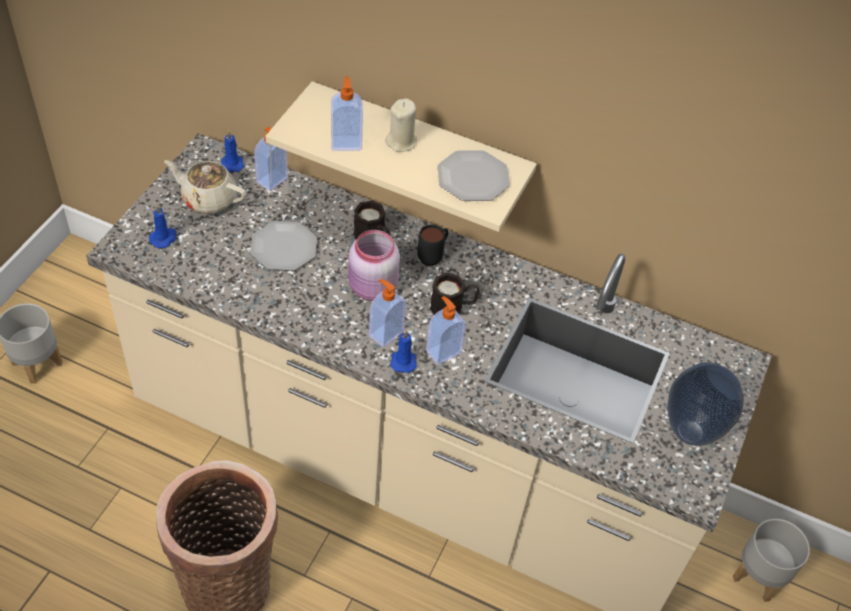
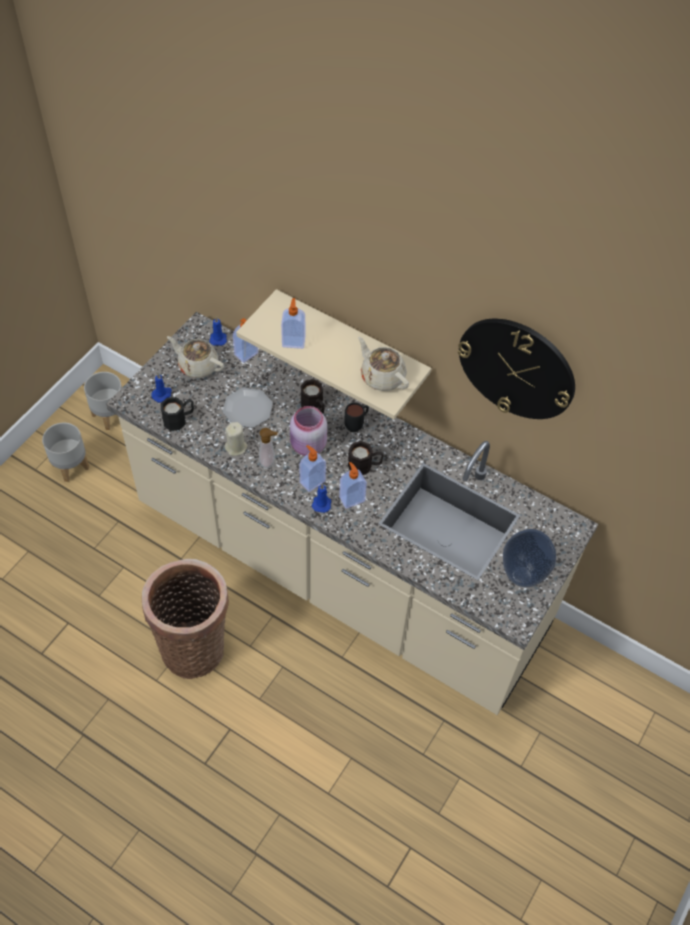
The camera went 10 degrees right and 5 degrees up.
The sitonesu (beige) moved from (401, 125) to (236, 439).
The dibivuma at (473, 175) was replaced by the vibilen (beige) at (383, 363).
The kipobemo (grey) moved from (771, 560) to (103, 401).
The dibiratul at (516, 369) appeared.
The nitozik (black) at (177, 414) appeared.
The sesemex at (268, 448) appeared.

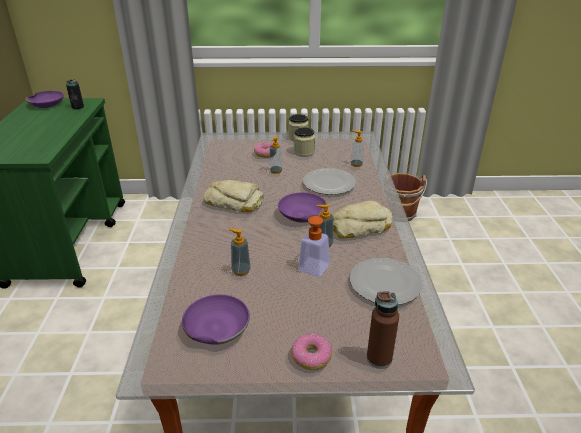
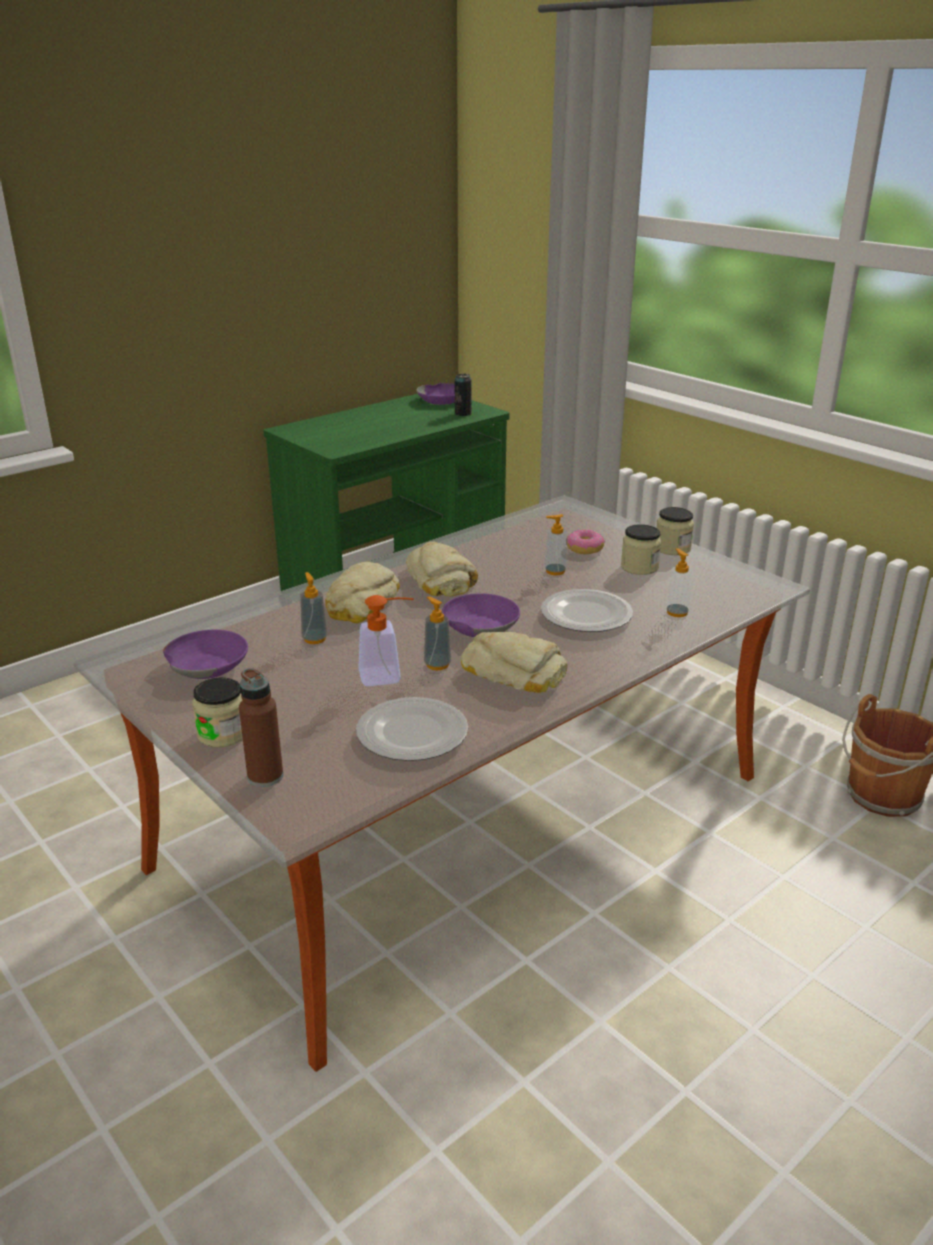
The camera went 50 degrees right and 5 degrees down.
The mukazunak at (312, 351) was replaced by the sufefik at (218, 713).
The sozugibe at (362, 593) appeared.

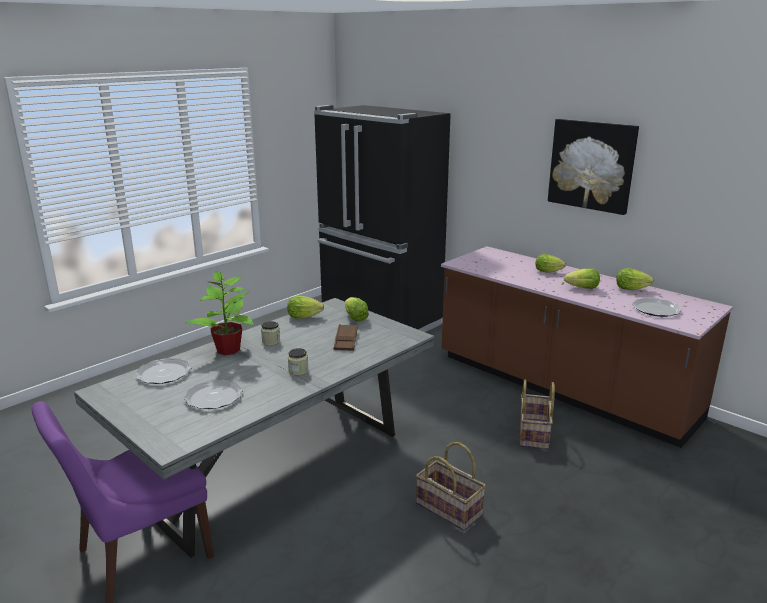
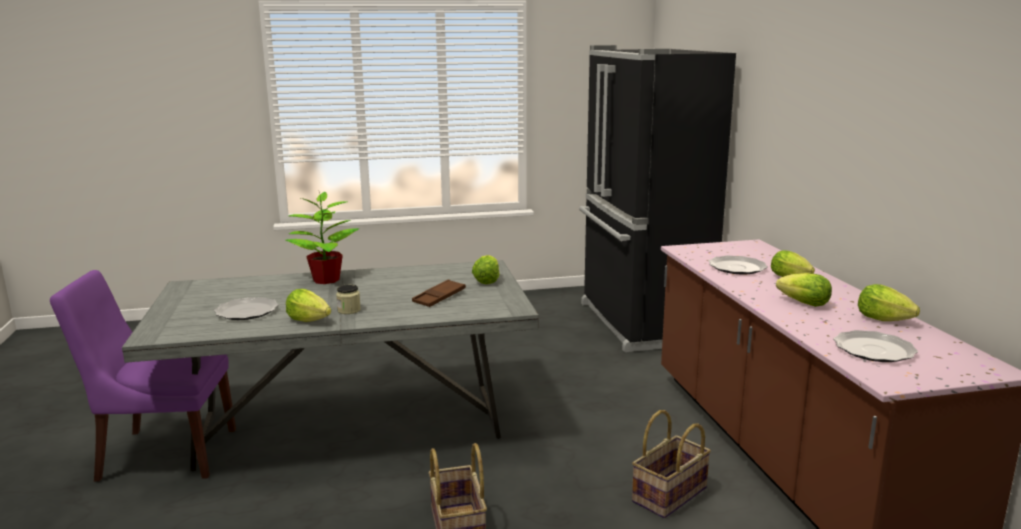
The camera went 35 degrees right and 5 degrees down.
The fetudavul at (593, 167) disappeared.
The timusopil moved from (305, 307) to (308, 305).
The sufefik at (270, 333) disappeared.
The dibivuma moved from (163, 371) to (738, 265).

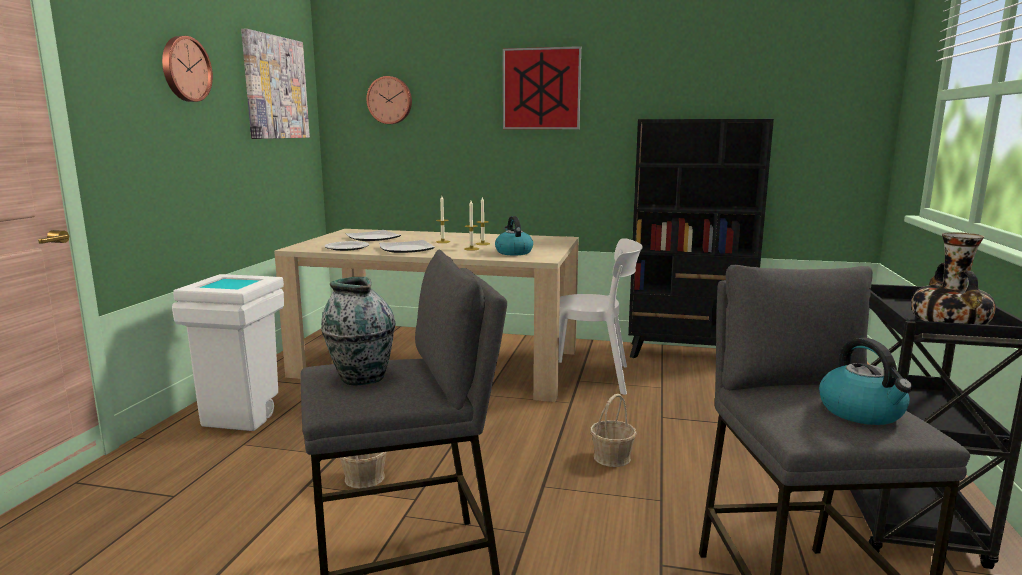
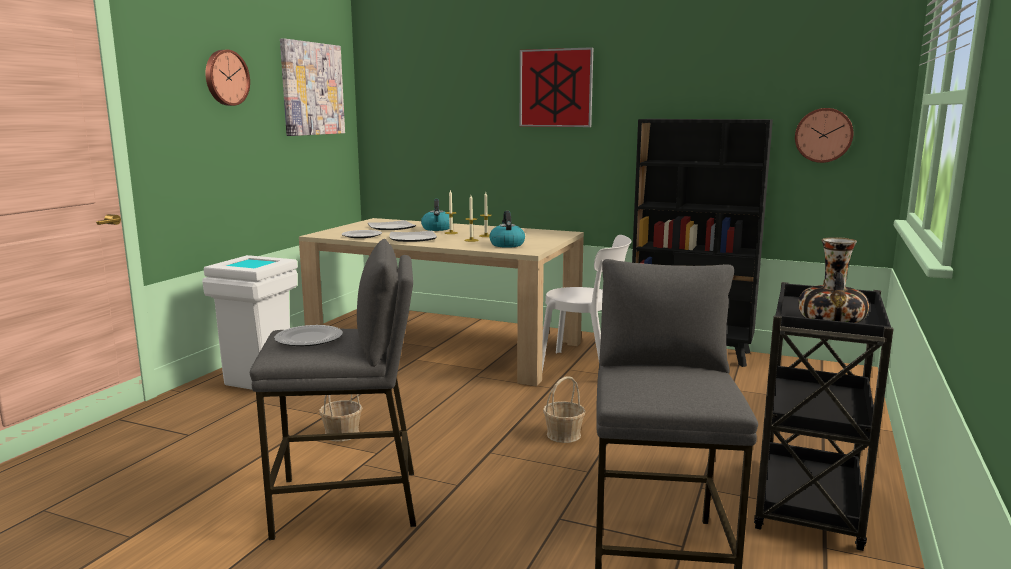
The camera went 10 degrees right and 0 degrees up.
The dibiratul moved from (389, 100) to (824, 135).
The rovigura at (358, 331) was replaced by the dibivuma at (308, 335).
The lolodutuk moved from (866, 381) to (435, 215).

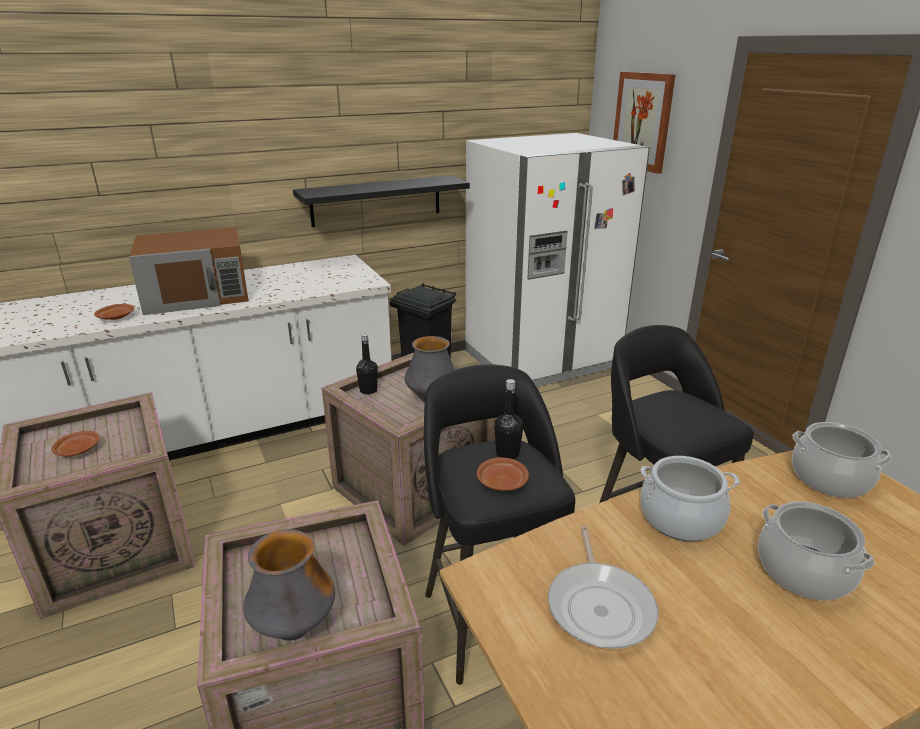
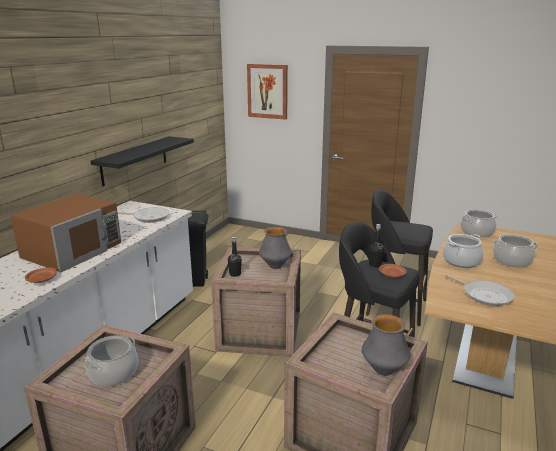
The camera went 40 degrees left and 5 degrees down.
The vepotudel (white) at (557, 260) disappeared.
The dibivuma (brown) at (76, 443) was replaced by the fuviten at (111, 361).
The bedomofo at (143, 215) appeared.

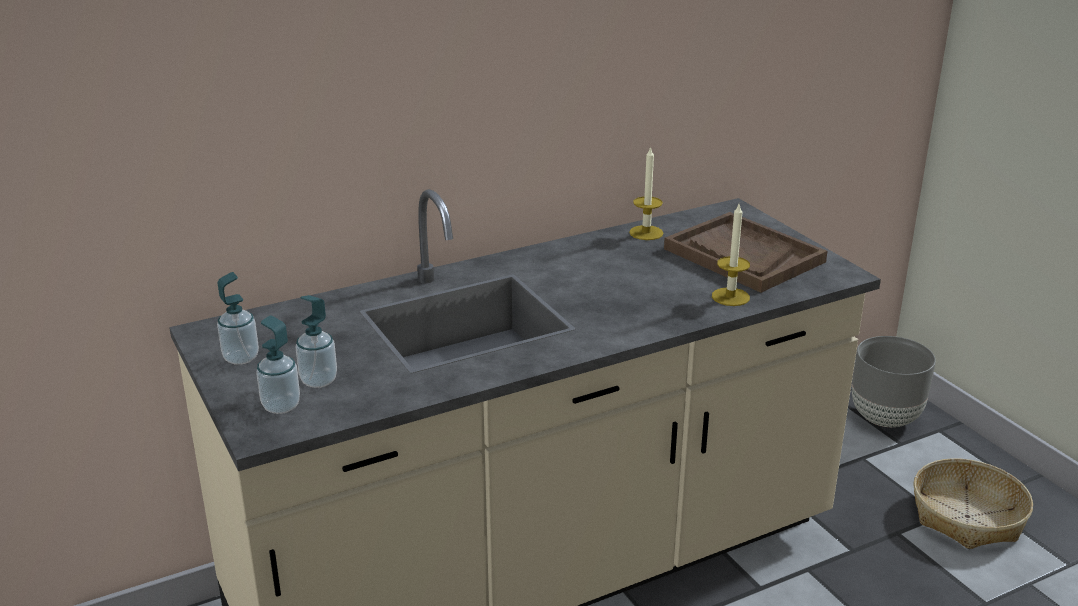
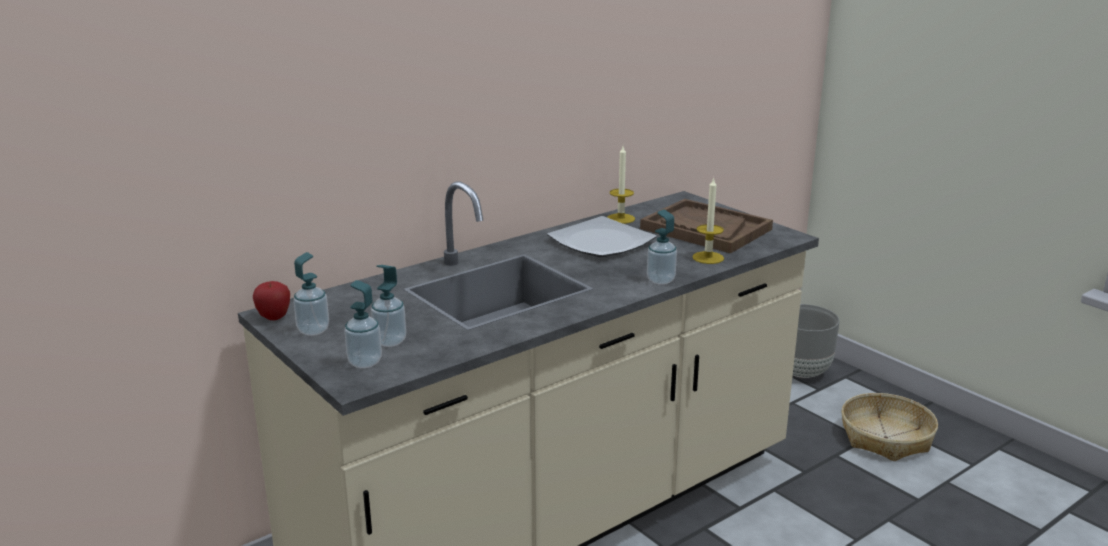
The camera went 10 degrees left and 5 degrees down.
The sesemex at (662, 247) appeared.
The dibivuma at (602, 236) appeared.
The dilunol at (271, 300) appeared.

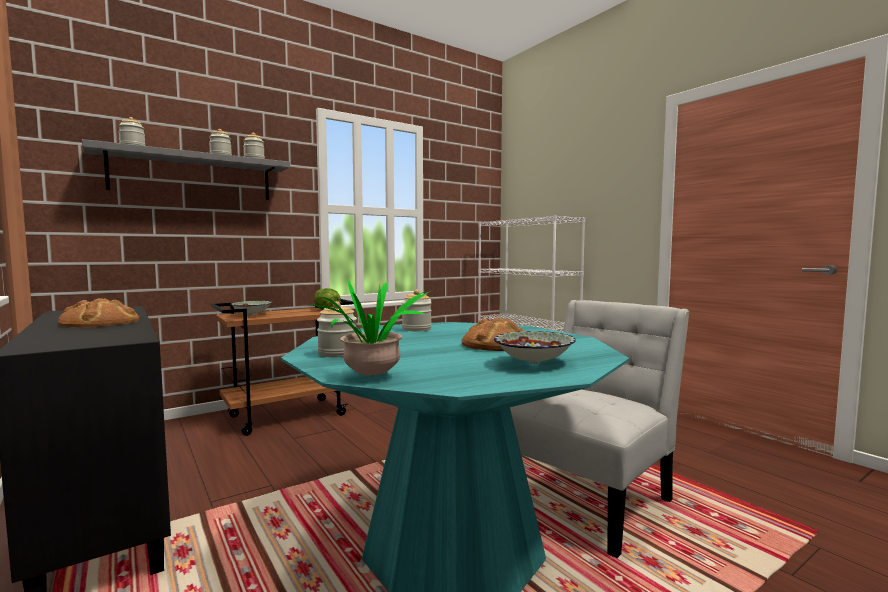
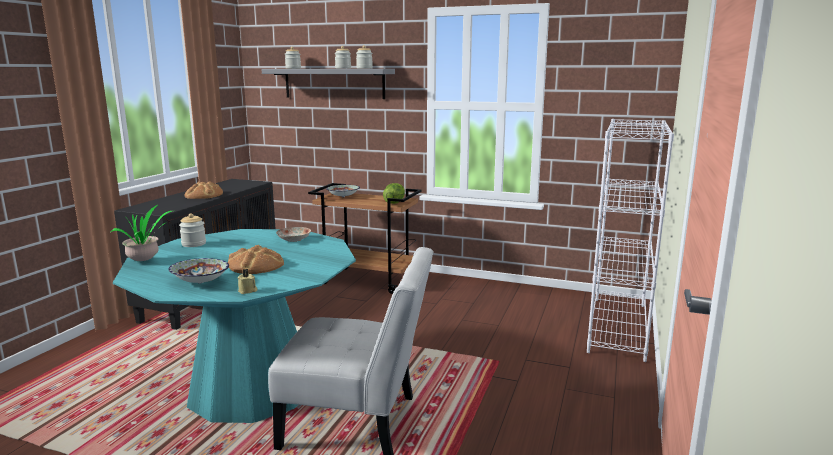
The camera went 55 degrees right and 10 degrees up.
The sufefik at (416, 310) was replaced by the dibivuma at (293, 234).
The sitonesu (beige) at (247, 281) appeared.

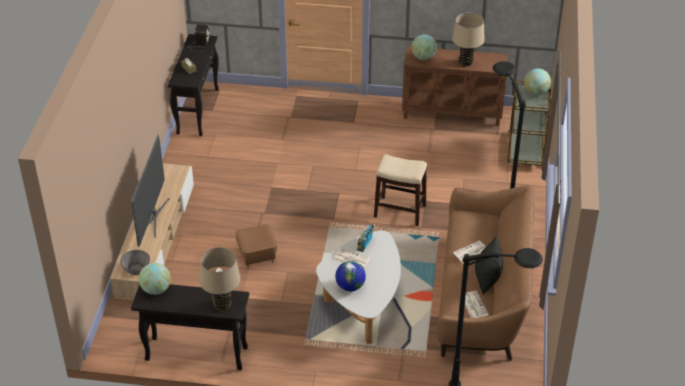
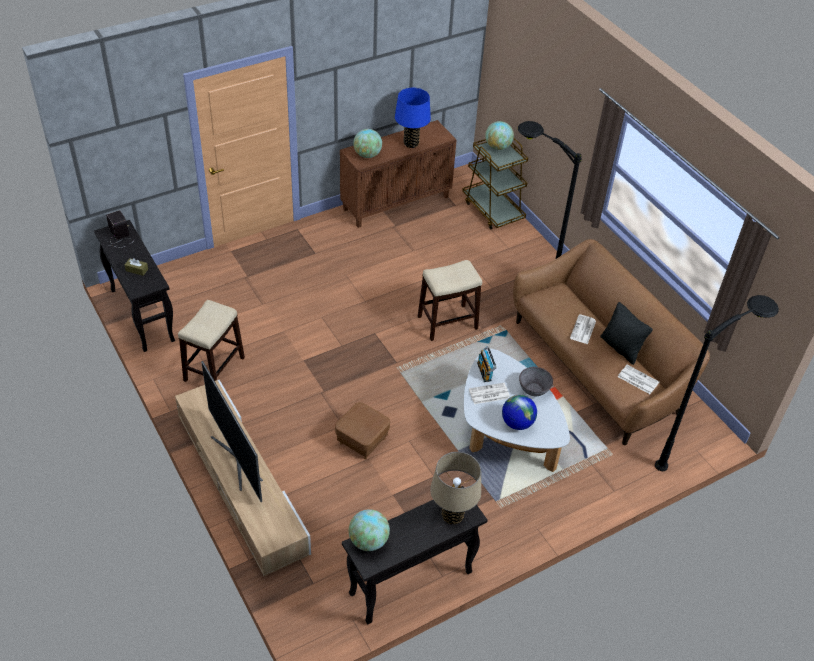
The camera went 40 degrees left and 5 degrees up.
The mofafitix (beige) at (468, 39) became the mofafitix (blue) at (413, 118).
The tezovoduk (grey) moved from (135, 262) to (536, 381).
The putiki at (211, 341) appeared.

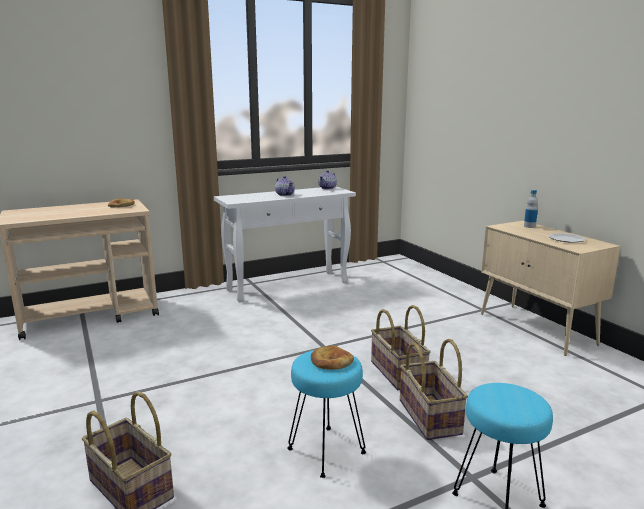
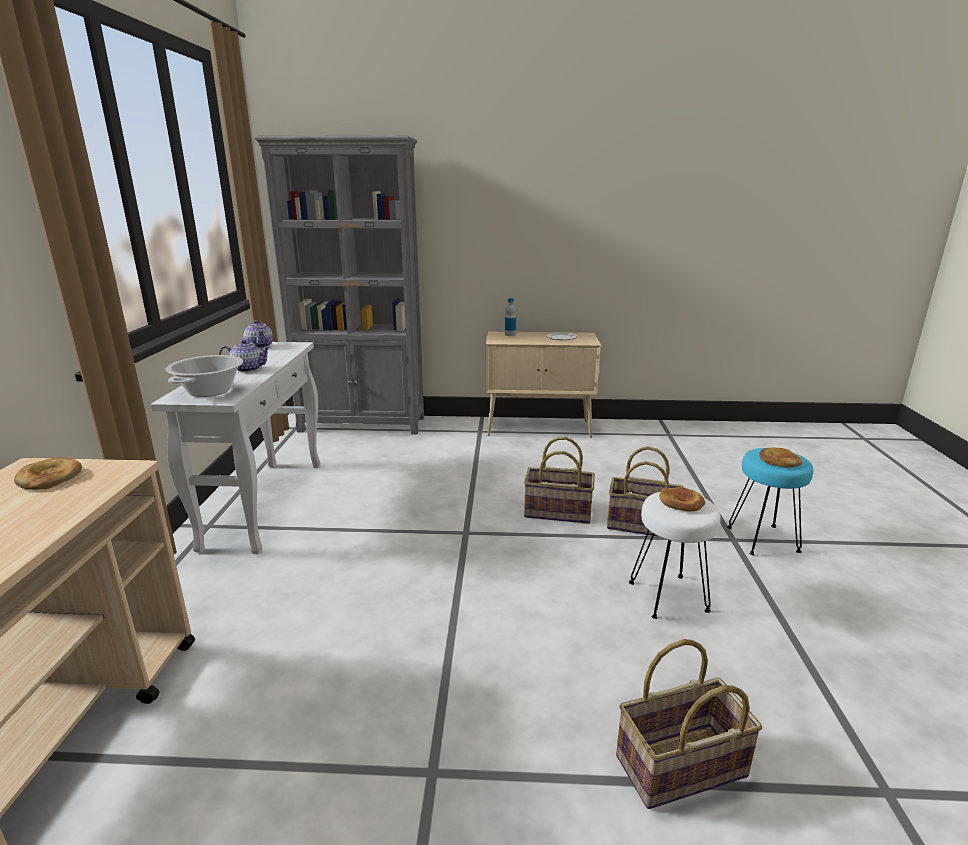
The camera went 60 degrees left and 5 degrees up.
The putiki (turquoise) at (326, 414) became the putiki (white) at (675, 555).
The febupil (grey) at (339, 285) appeared.
The fuviten at (204, 376) appeared.
The sozugibe at (781, 458) appeared.

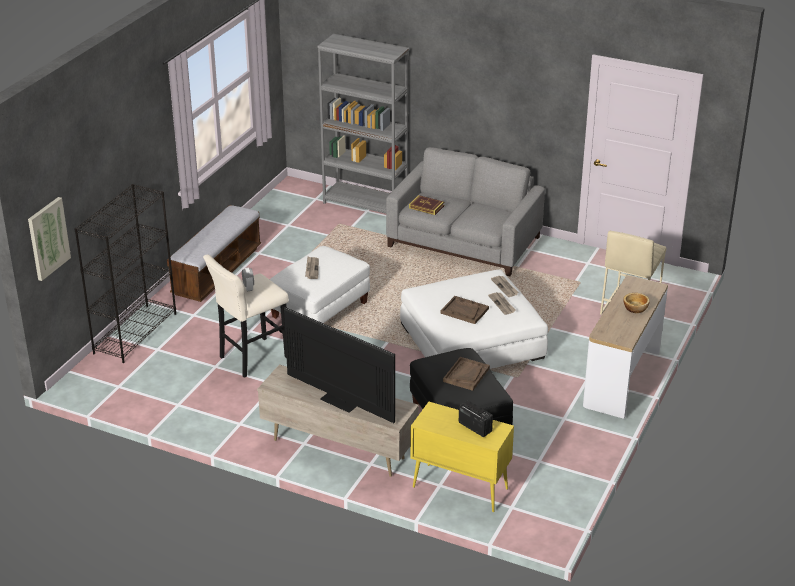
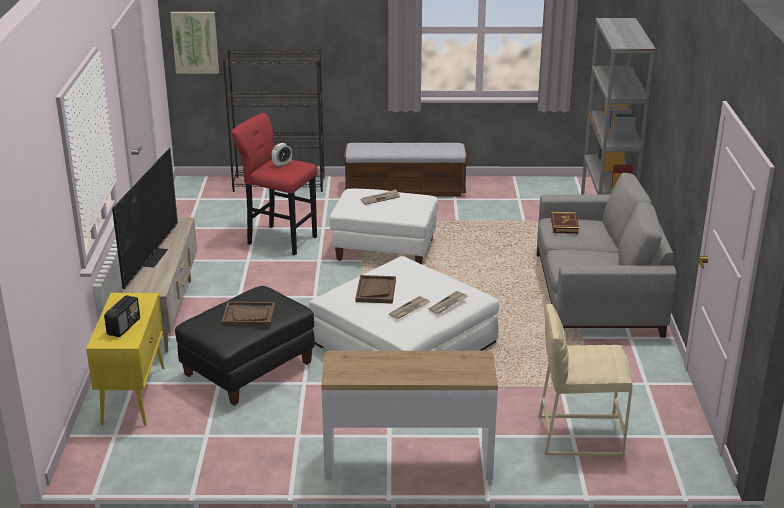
The camera went 65 degrees right and 5 degrees down.
The putiki (beige) at (246, 316) became the putiki (red) at (274, 184).
The tezovoduk at (636, 303) disappeared.

